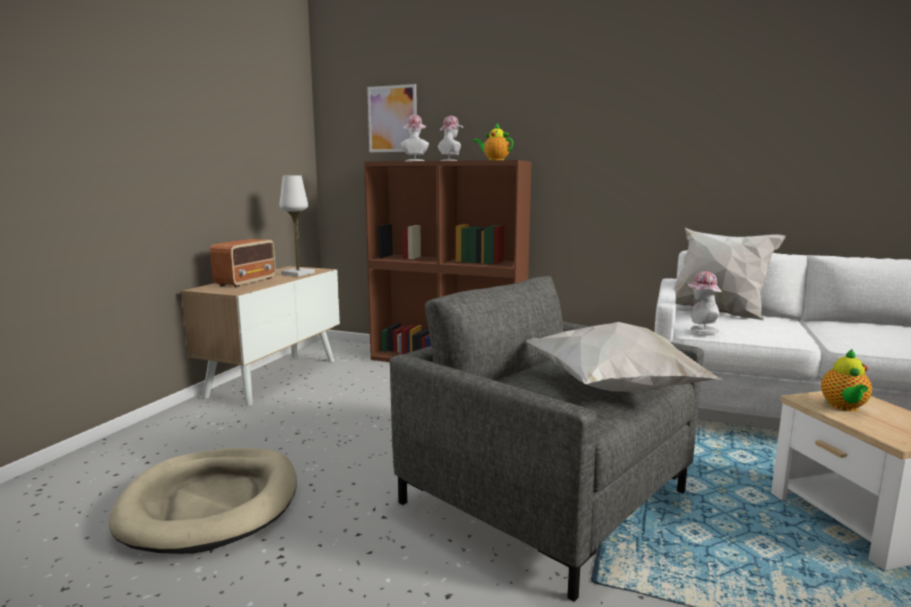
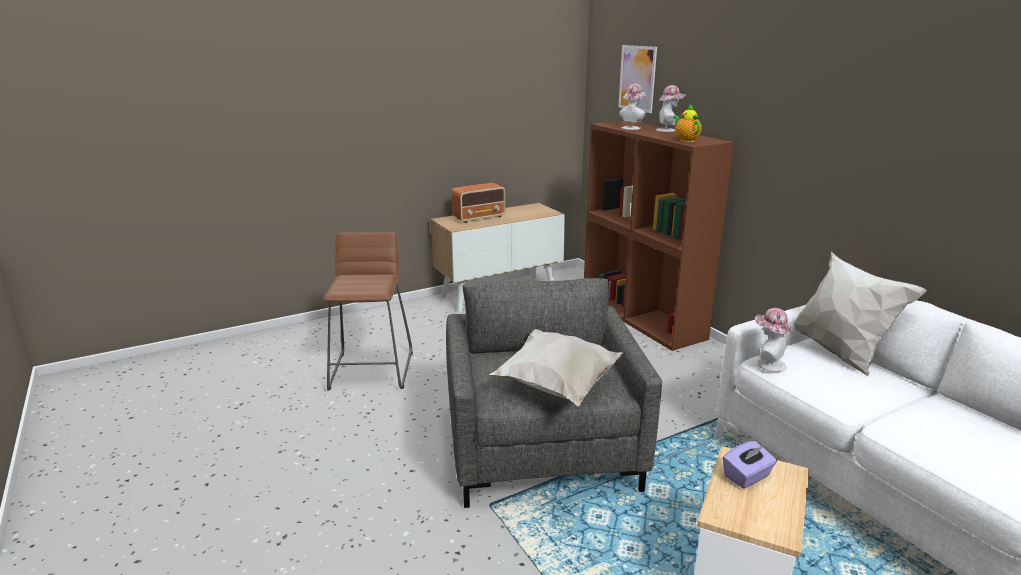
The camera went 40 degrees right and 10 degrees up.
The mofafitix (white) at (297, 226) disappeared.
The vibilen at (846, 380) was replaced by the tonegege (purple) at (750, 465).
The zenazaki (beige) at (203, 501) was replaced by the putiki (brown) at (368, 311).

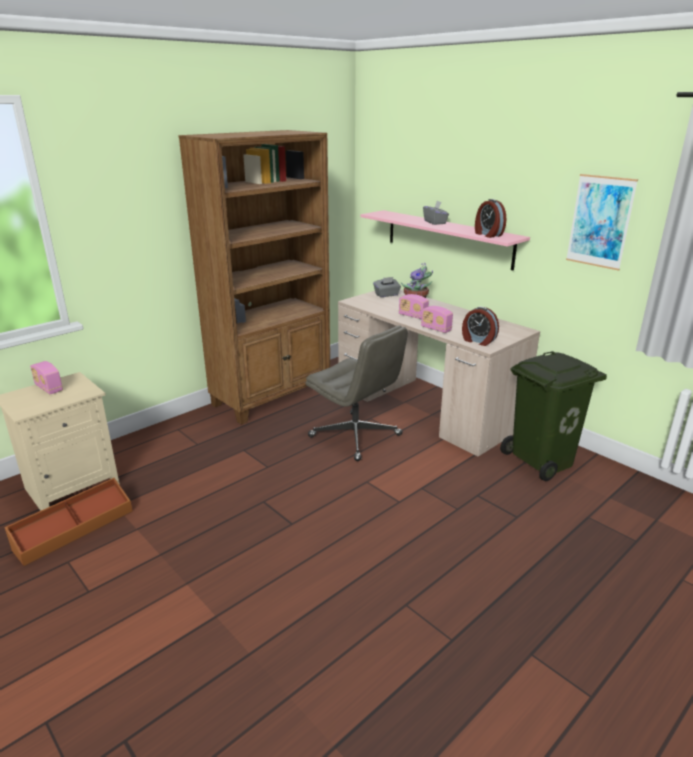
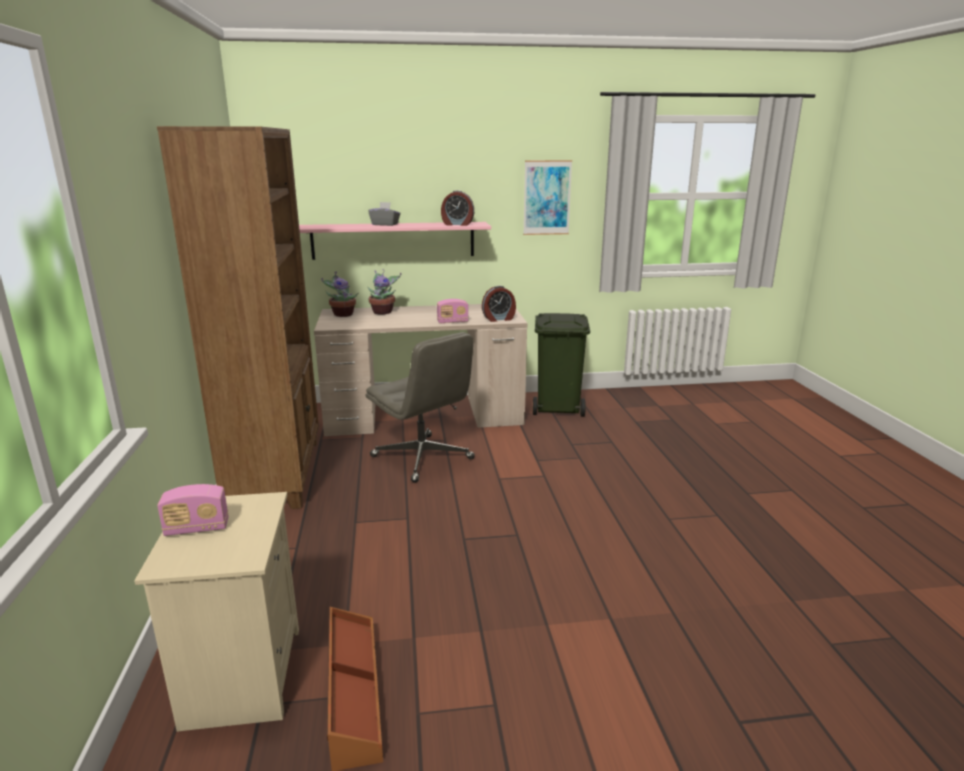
The camera went 55 degrees left and 5 degrees down.
The tonegege (grey) at (387, 287) was replaced by the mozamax at (339, 294).
The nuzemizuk at (414, 306) disappeared.
The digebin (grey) at (356, 393) turned 60 degrees clockwise.

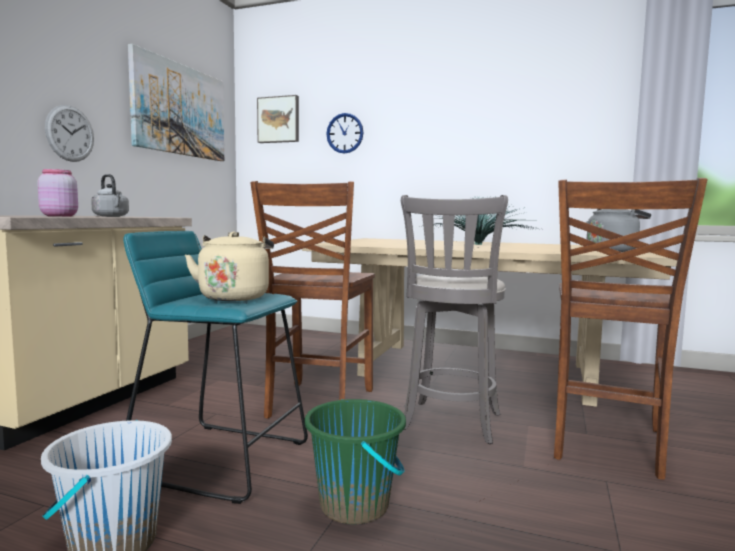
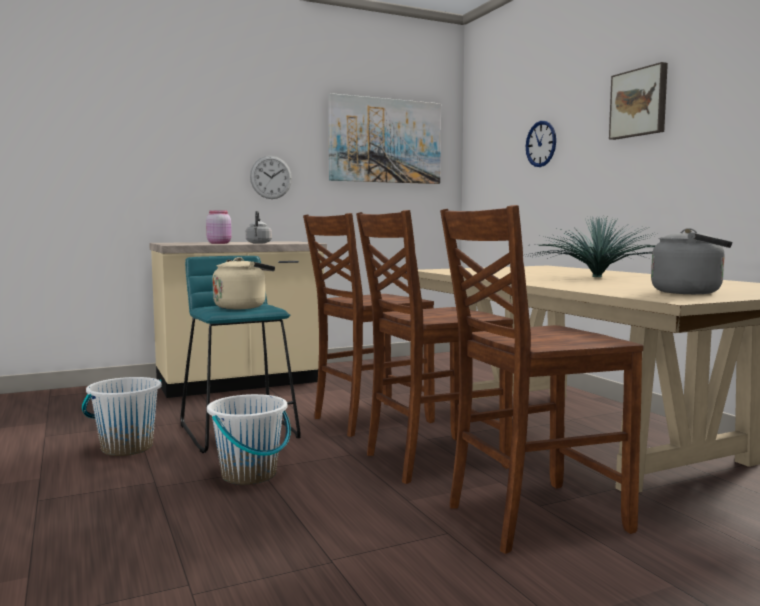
The camera went 45 degrees right and 0 degrees up.
The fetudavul moved from (278, 119) to (638, 101).
The putiki (grey) at (454, 319) was replaced by the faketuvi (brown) at (434, 347).
The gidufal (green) at (355, 462) became the gidufal (white) at (249, 439).

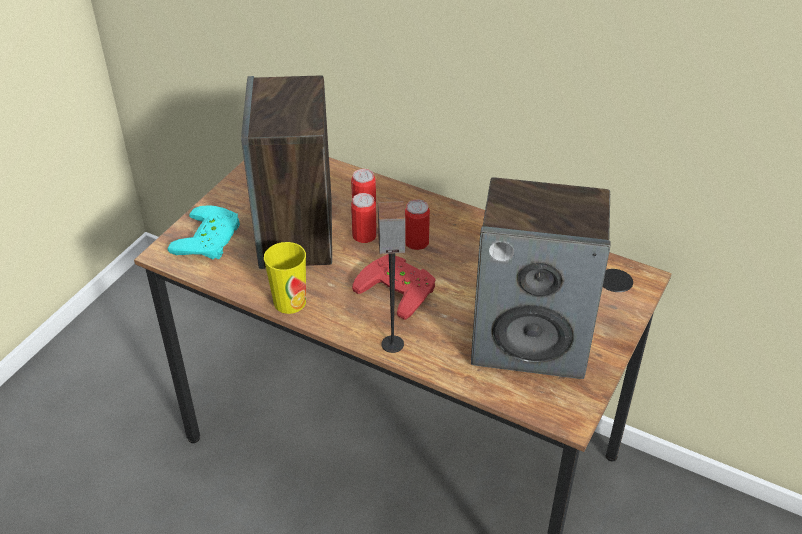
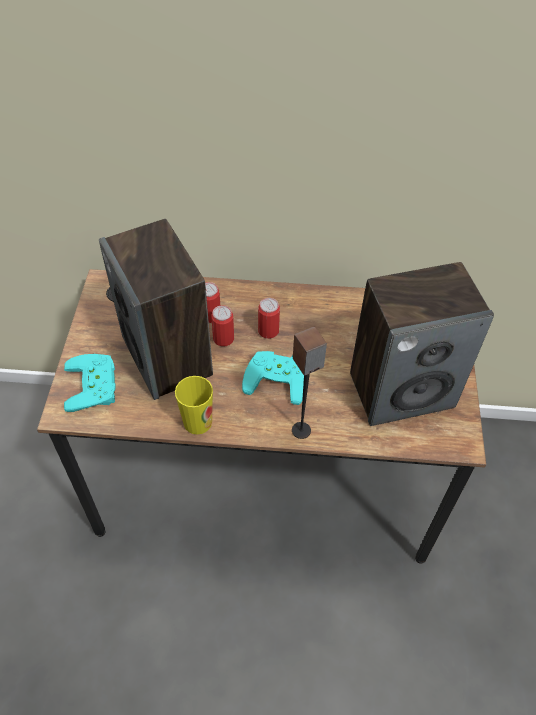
The camera went 25 degrees left and 10 degrees up.
The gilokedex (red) at (394, 287) became the gilokedex (turquoise) at (273, 378).

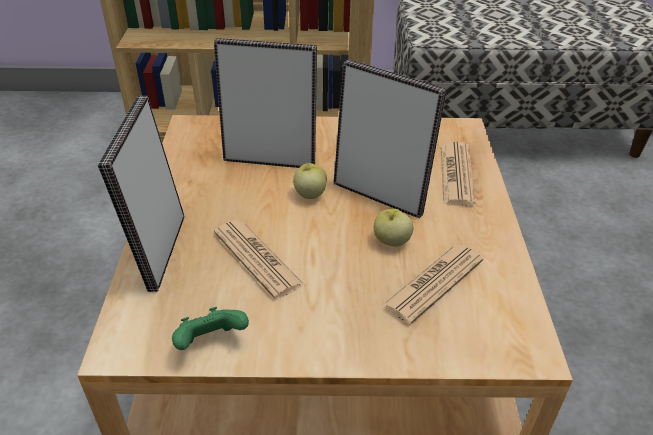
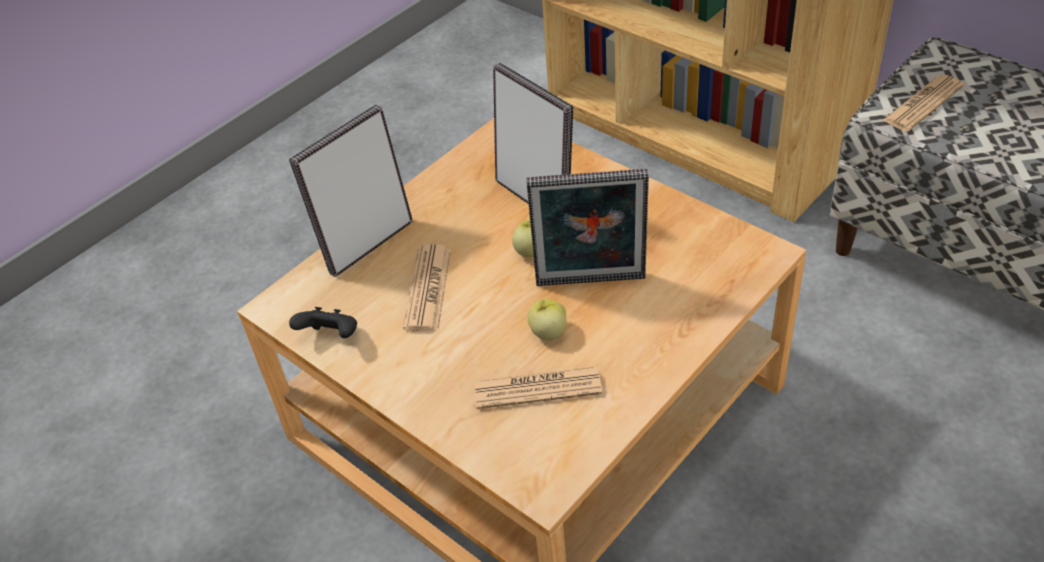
The camera went 45 degrees right and 5 degrees up.
The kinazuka at (390, 138) turned 105 degrees clockwise.
The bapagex moved from (457, 174) to (923, 103).
The gilokedex (green) at (210, 328) became the gilokedex (black) at (323, 322).

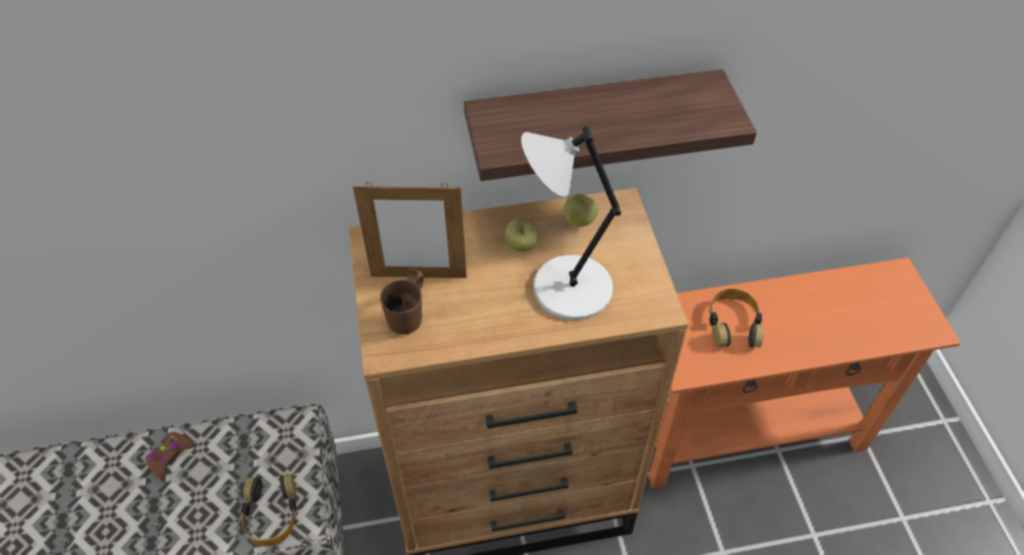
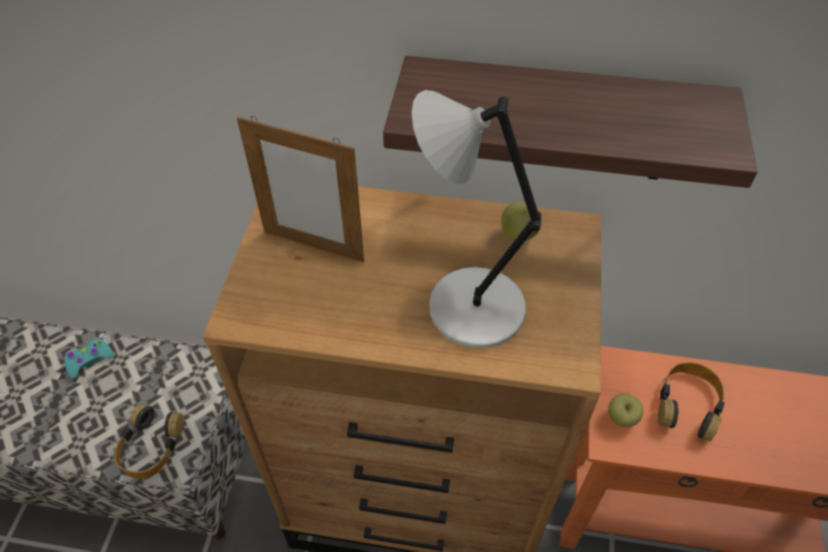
The camera went 20 degrees right and 0 degrees up.
The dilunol moved from (522, 235) to (625, 410).
The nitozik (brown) at (402, 301) disappeared.
The gilokedex (brown) at (169, 455) became the gilokedex (turquoise) at (89, 358).

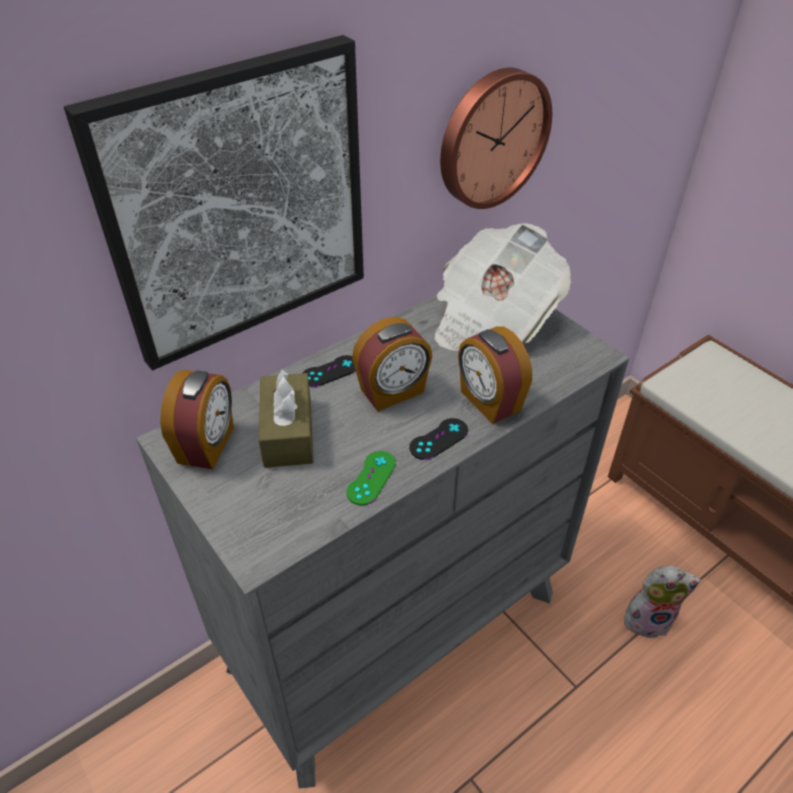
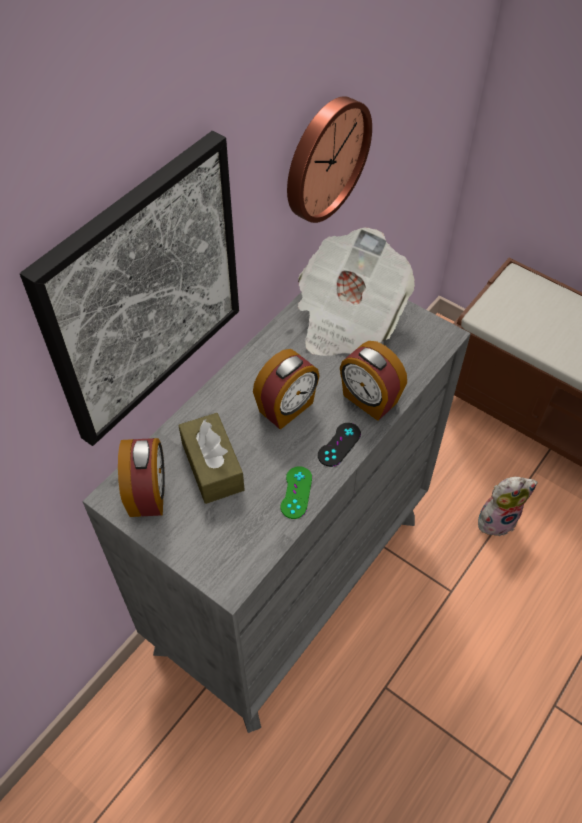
The camera went 15 degrees left and 10 degrees up.
The gilokedex (black) at (329, 371) disappeared.

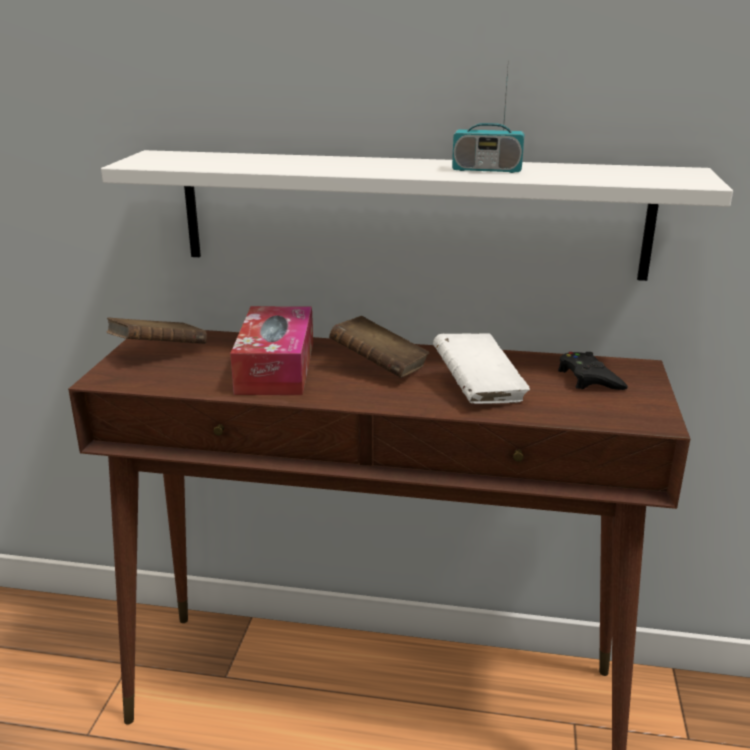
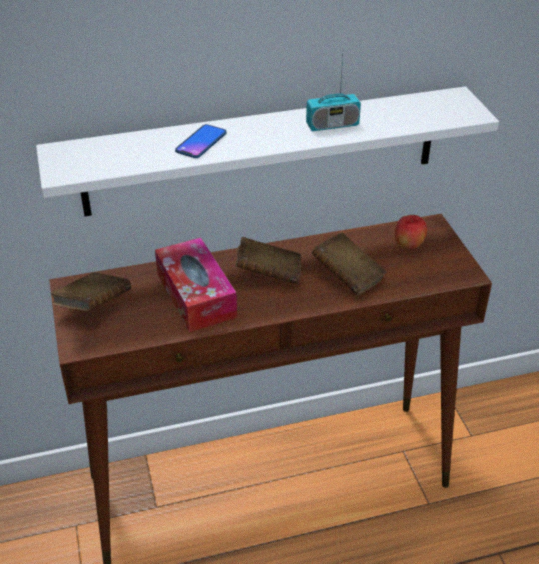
The camera went 25 degrees left and 15 degrees up.
The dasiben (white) at (481, 368) became the dasiben (brown) at (349, 264).
The gilokedex (black) at (593, 371) was replaced by the dilunol at (411, 232).
The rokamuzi at (201, 141) appeared.

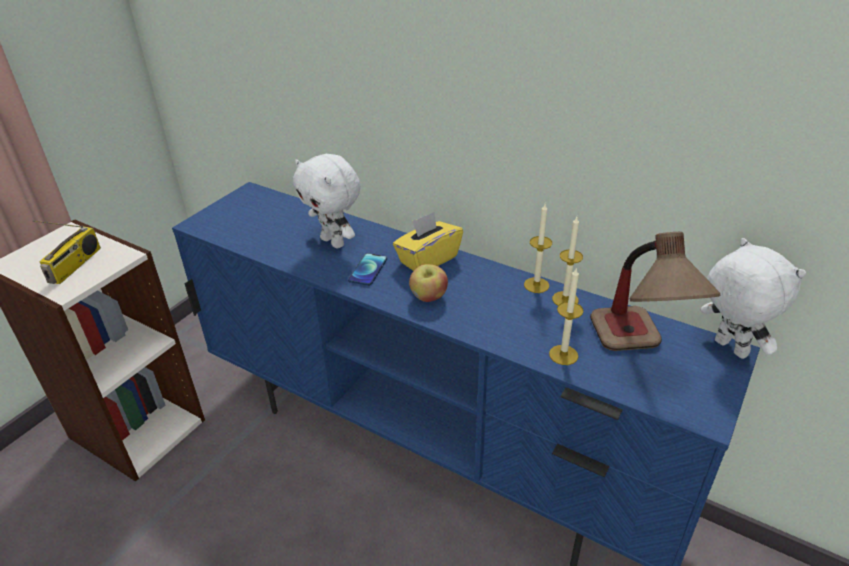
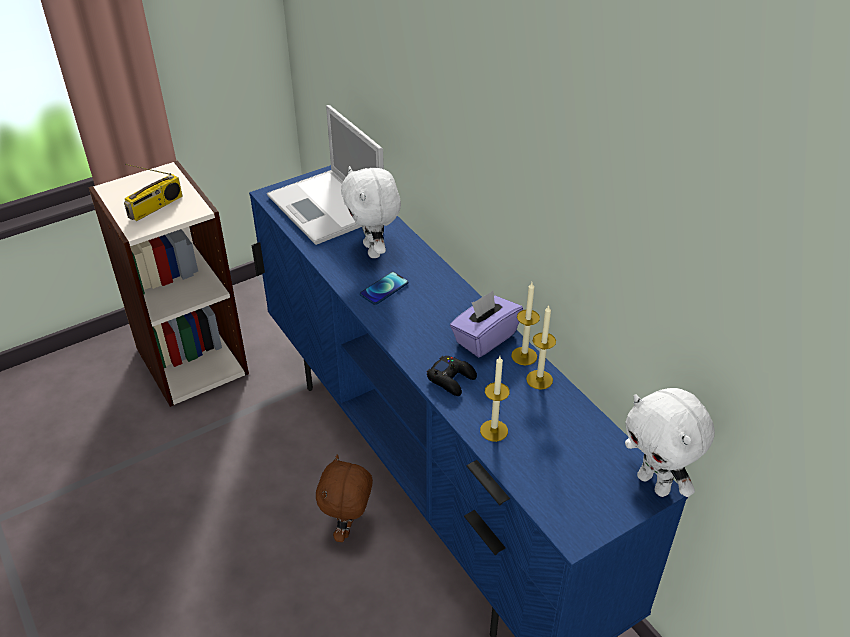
The camera went 25 degrees right and 5 degrees up.
The tonegege (yellow) at (428, 241) disappeared.
The mofafitix at (655, 291) disappeared.
The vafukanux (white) at (753, 298) turned 150 degrees clockwise.
The dilunol at (428, 283) disappeared.
The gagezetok at (325, 175) appeared.
The tonegege (purple) at (486, 324) appeared.
The gilokedex (black) at (452, 376) appeared.
The vafukanux (brown) at (344, 498) appeared.

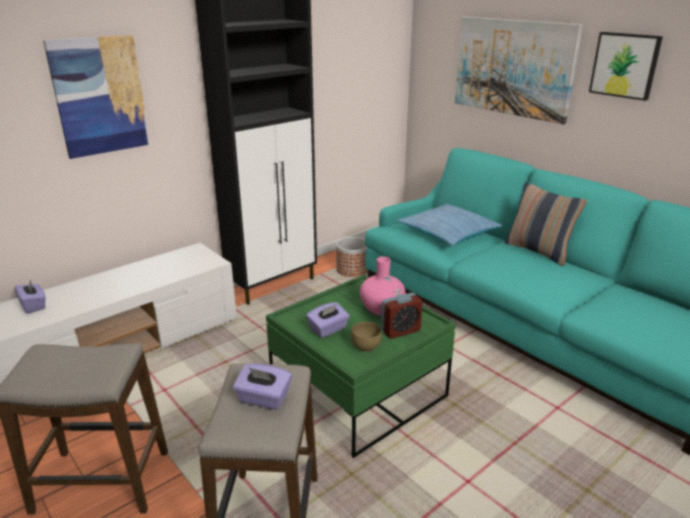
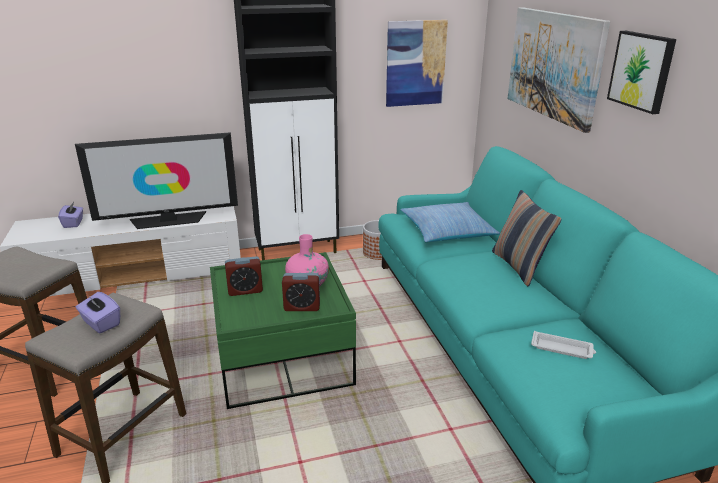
The camera went 25 degrees right and 0 degrees up.
The fetudavul moved from (96, 97) to (417, 63).
The tonegege (purple) at (328, 320) was replaced by the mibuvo at (244, 276).
The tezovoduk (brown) at (366, 337) disappeared.
The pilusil at (156, 180) appeared.
The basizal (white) at (563, 345) appeared.

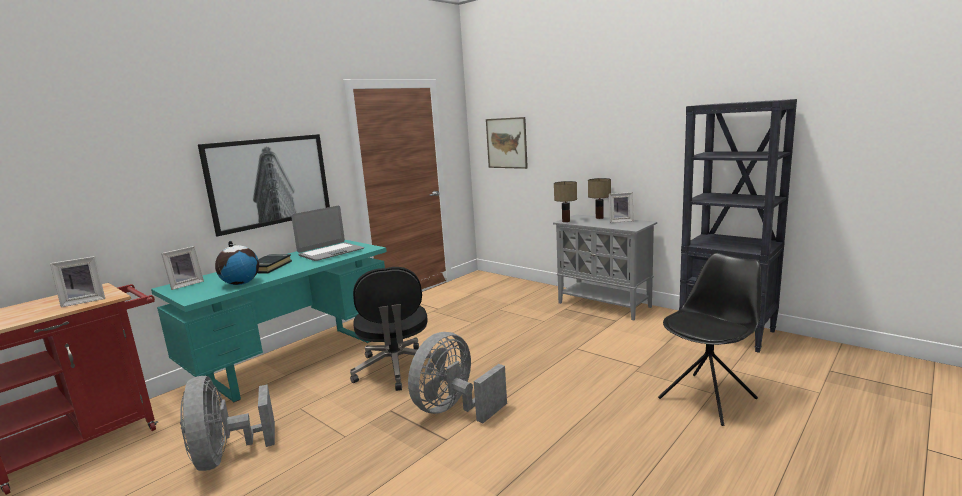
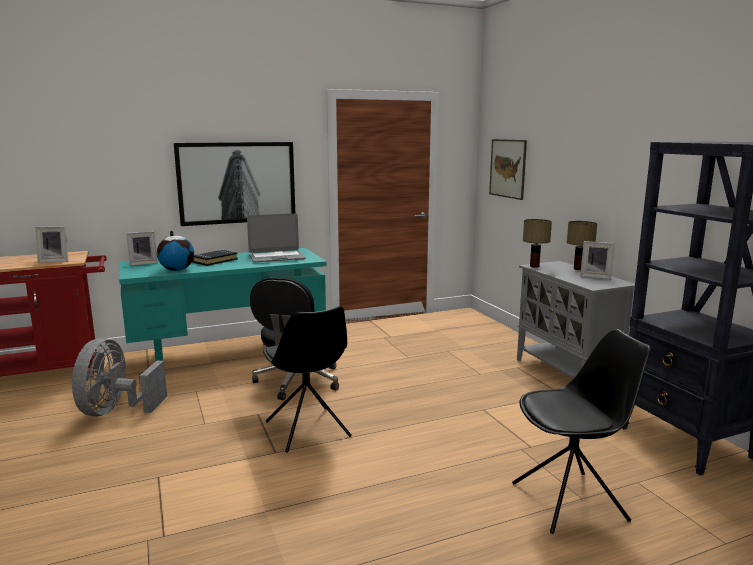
The camera went 25 degrees right and 0 degrees up.
The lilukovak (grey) at (457, 377) was replaced by the faketuvi (black) at (307, 379).

